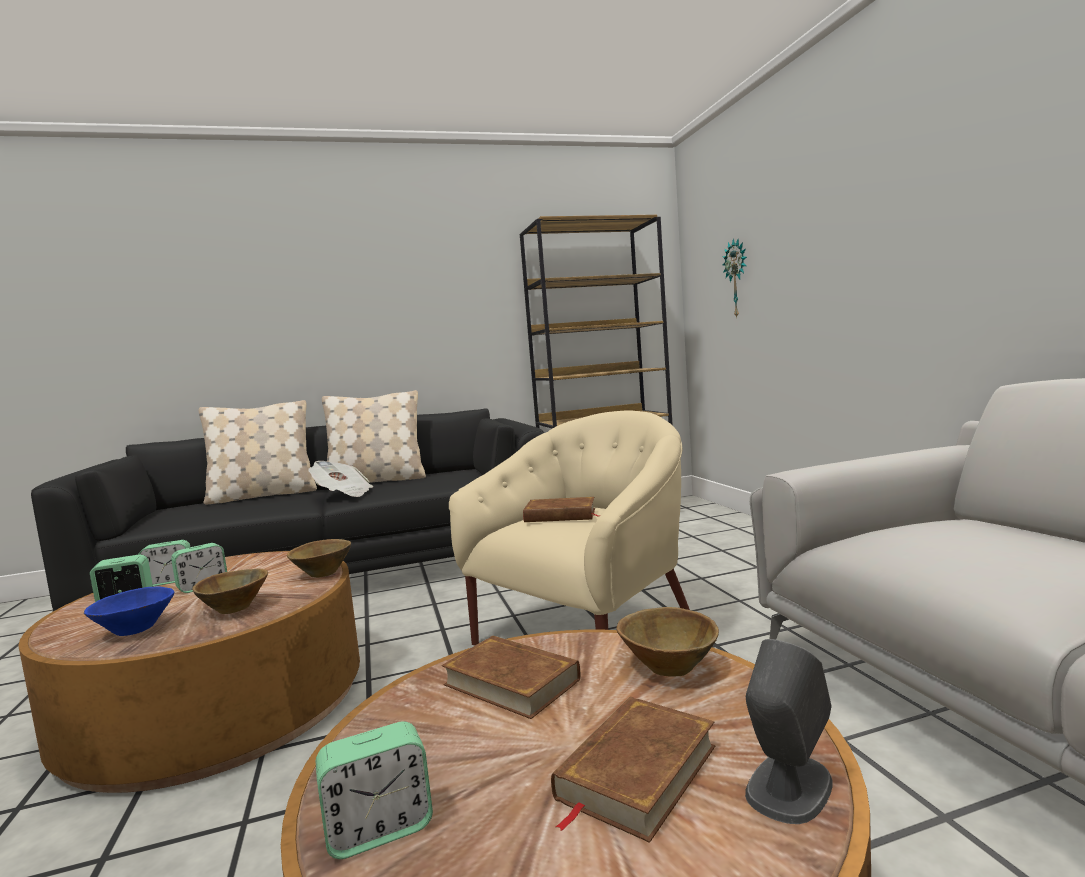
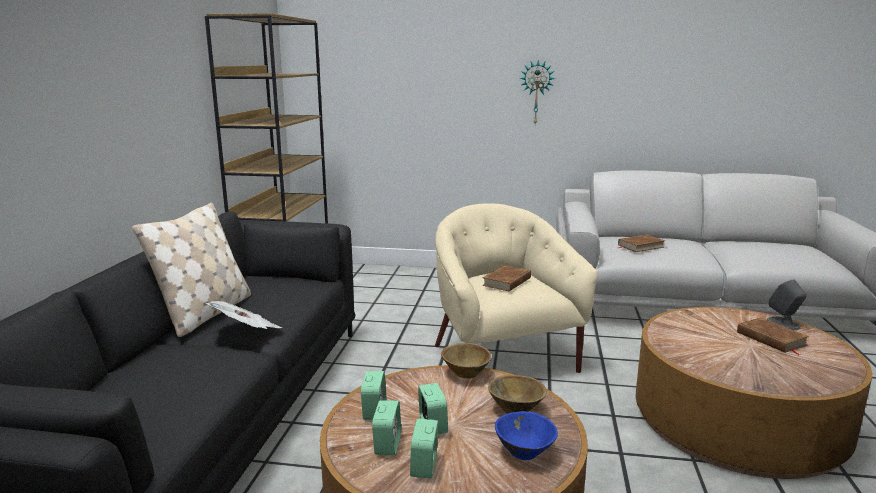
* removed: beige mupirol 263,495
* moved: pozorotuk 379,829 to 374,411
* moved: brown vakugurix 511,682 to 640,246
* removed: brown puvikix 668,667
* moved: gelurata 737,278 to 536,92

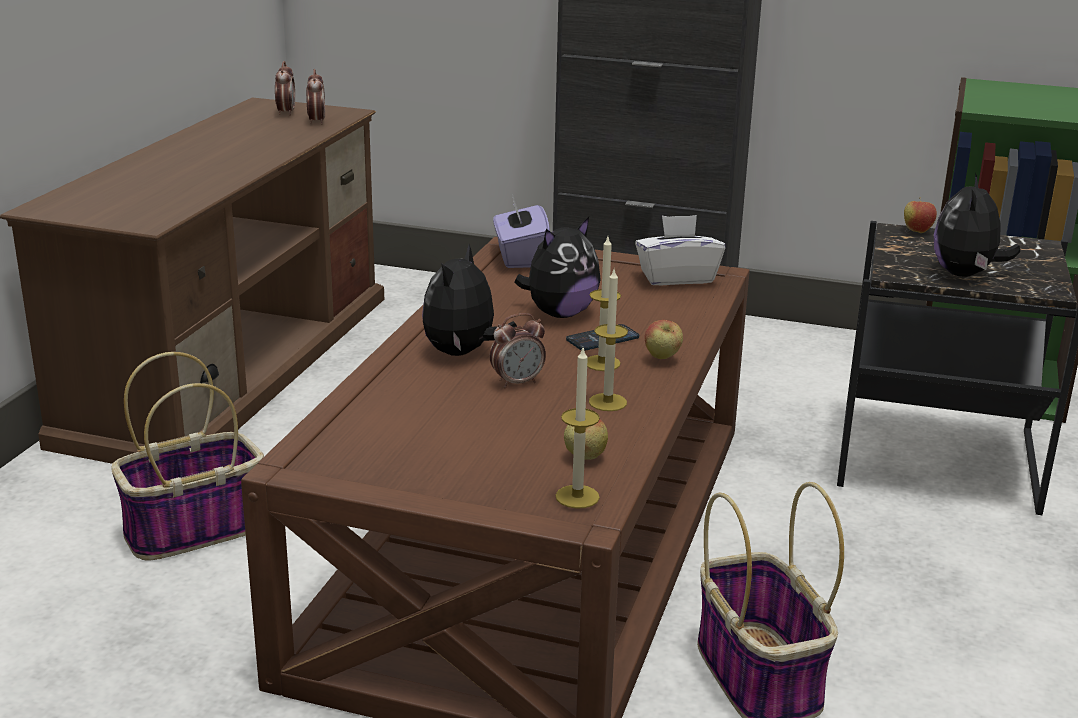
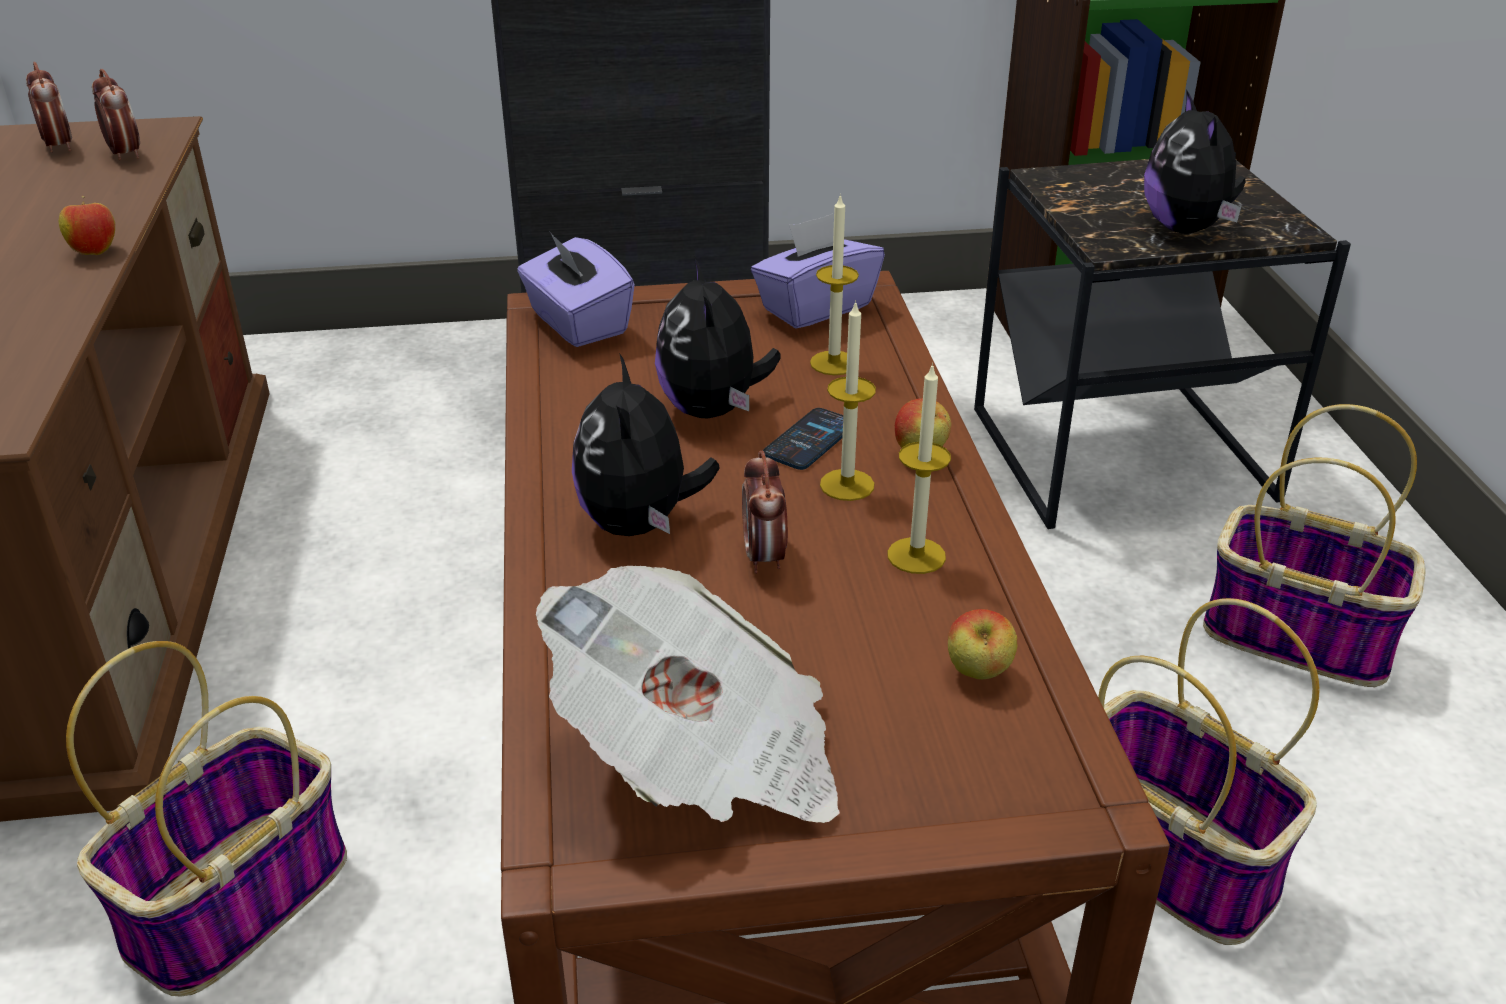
* turned: pozorotuk 517,382 = 764,557 135 degrees clockwise
* turned: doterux 560,313 = 713,410 150 degrees clockwise
* moved: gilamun 577,496 to 833,363
* recoloured: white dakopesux 677,277 to purple dakopesux 815,307
* moved: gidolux 917,231 to 95,252
* added: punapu 701,756
* added: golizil 1300,637

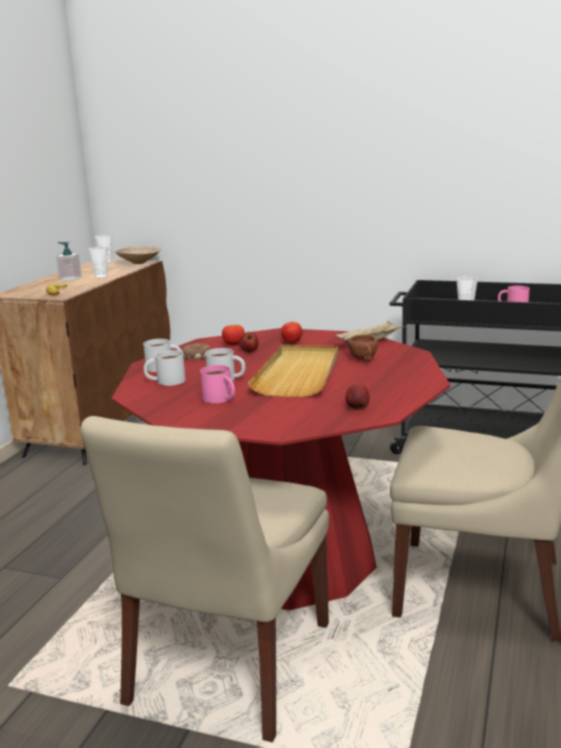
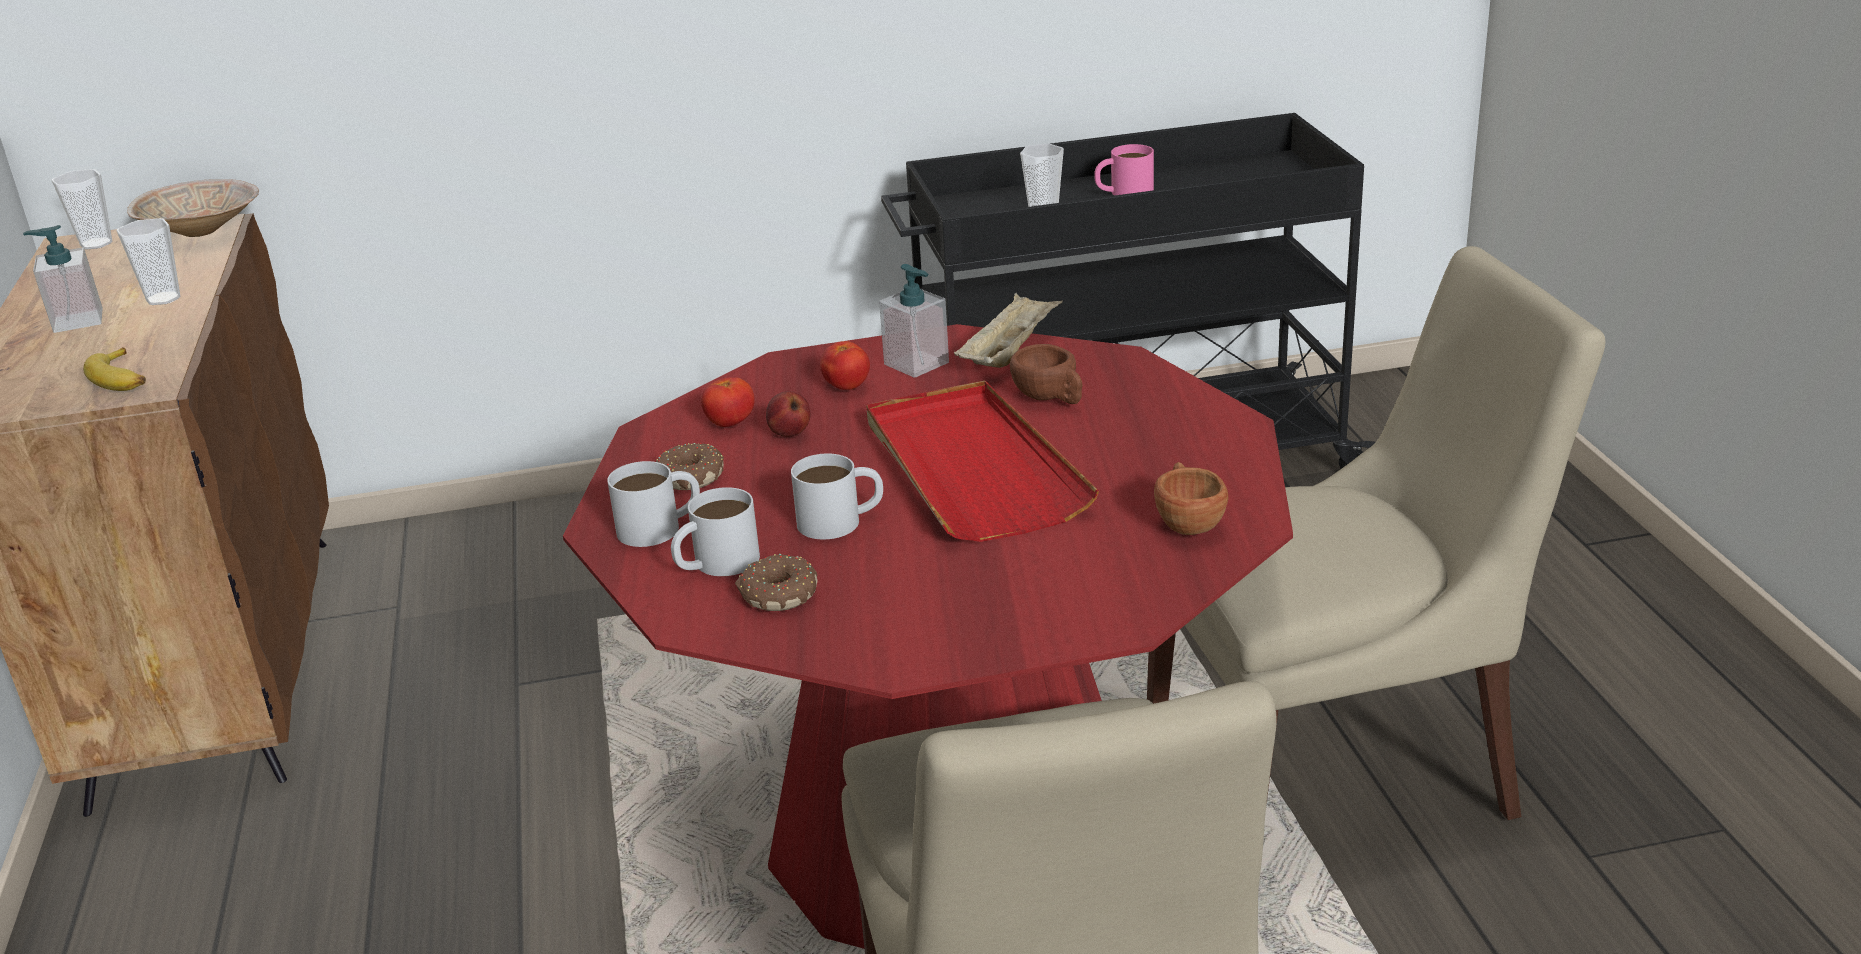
* removed: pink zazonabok 221,399
* recoloured: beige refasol 299,374 to red refasol 972,468
* replaced: gidolux 357,408 to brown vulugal 1187,522
* added: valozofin 777,594
* added: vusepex 916,364

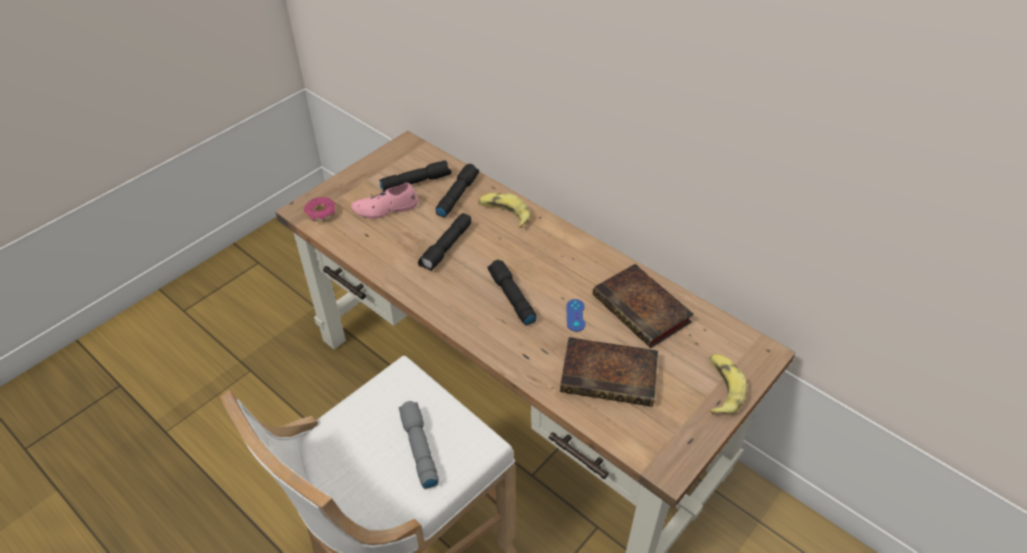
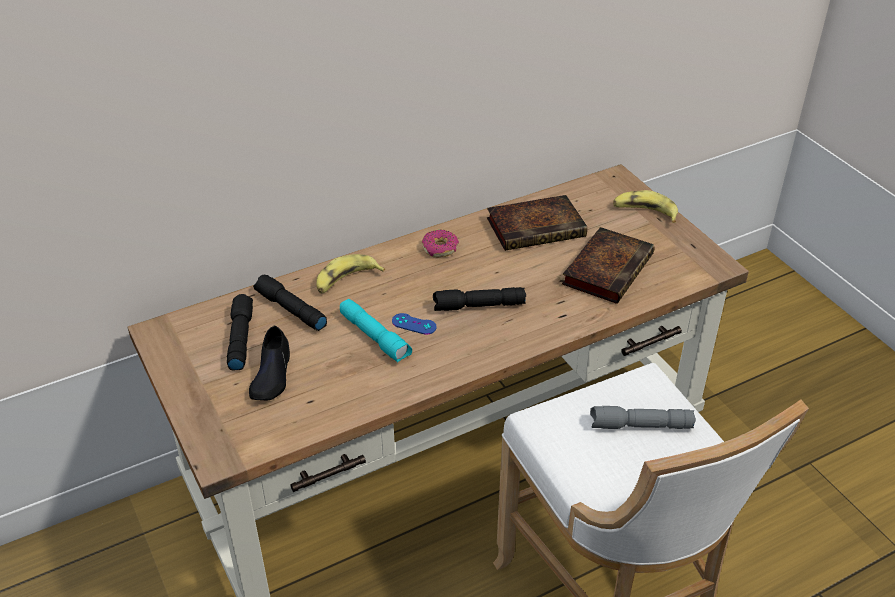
* moved: valozofin 321,214 to 440,248
* recoloured: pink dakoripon 385,208 to black dakoripon 272,375
* recoloured: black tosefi 447,248 to turquoise tosefi 375,337
* moved: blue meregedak 575,315 to 414,324

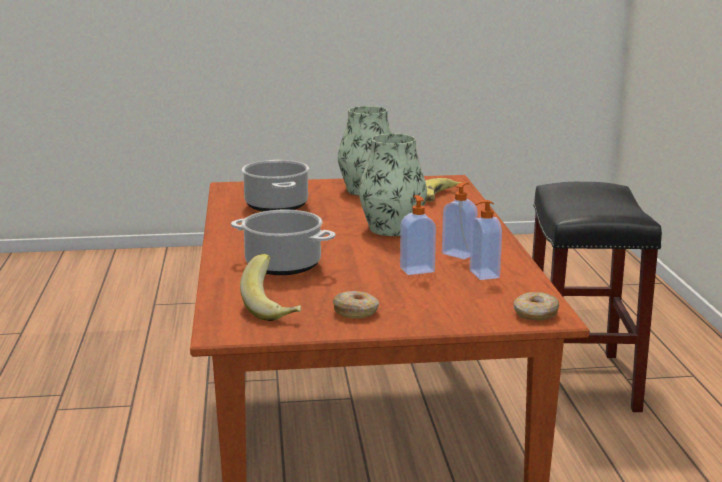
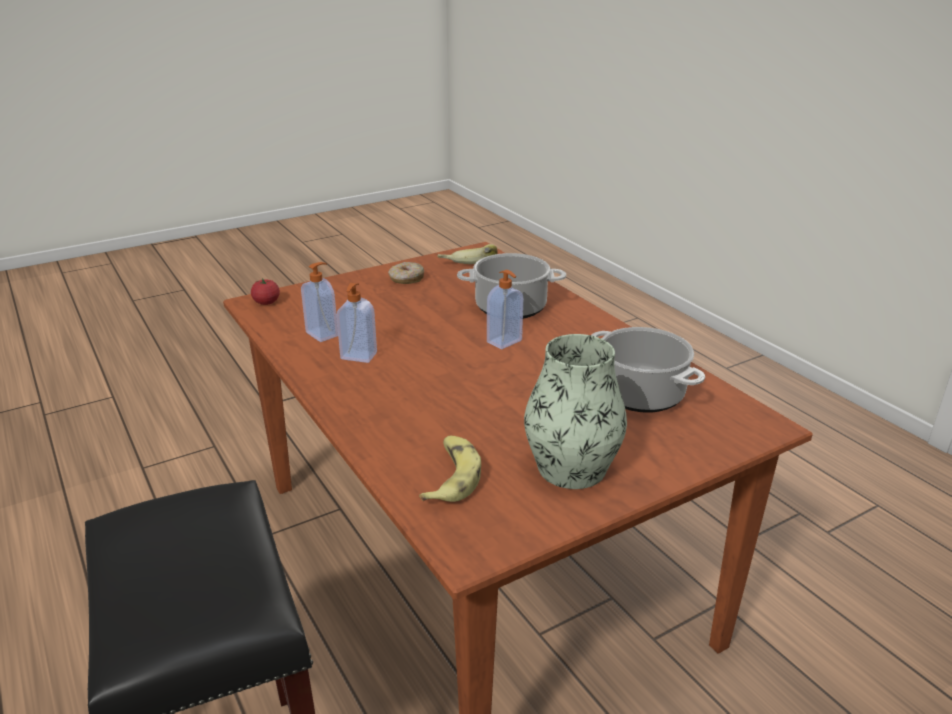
* removed: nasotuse 392,228
* moved: vusepex 416,269 to 505,342
* replaced: valozofin 535,314 to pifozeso 266,302

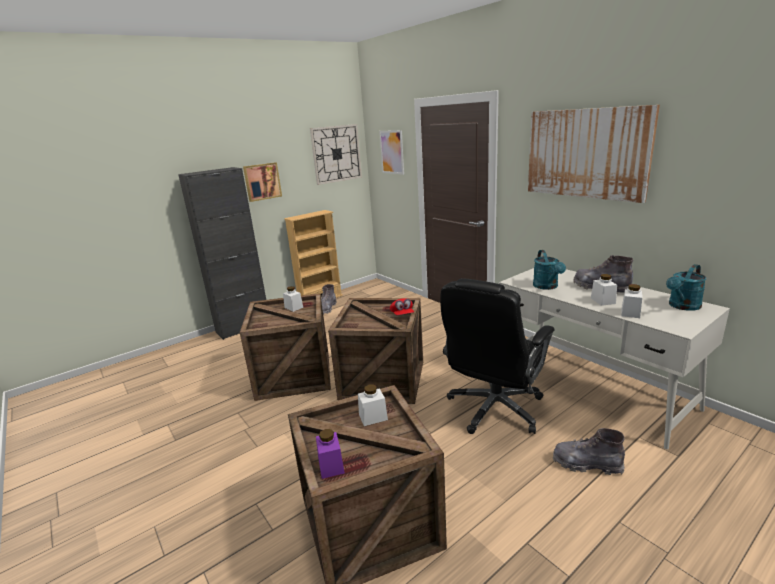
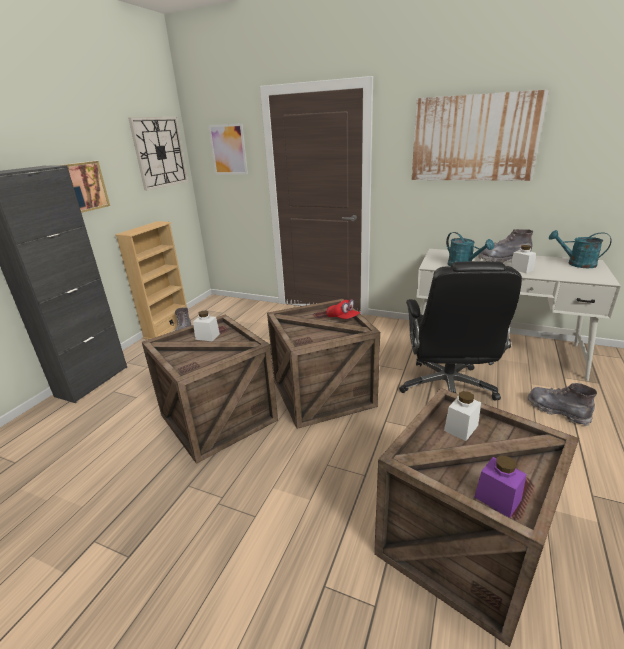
* turned: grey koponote 586,464 = 557,411 60 degrees clockwise
* removed: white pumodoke 630,313
* turned: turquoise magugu 682,306 = 576,264 90 degrees clockwise

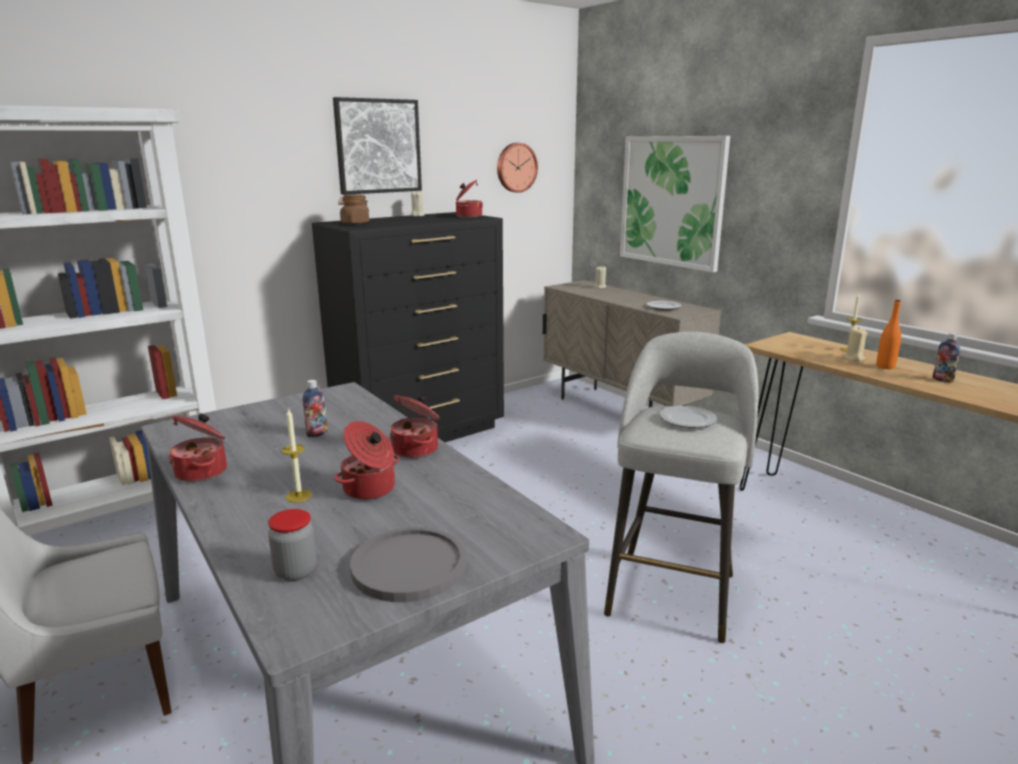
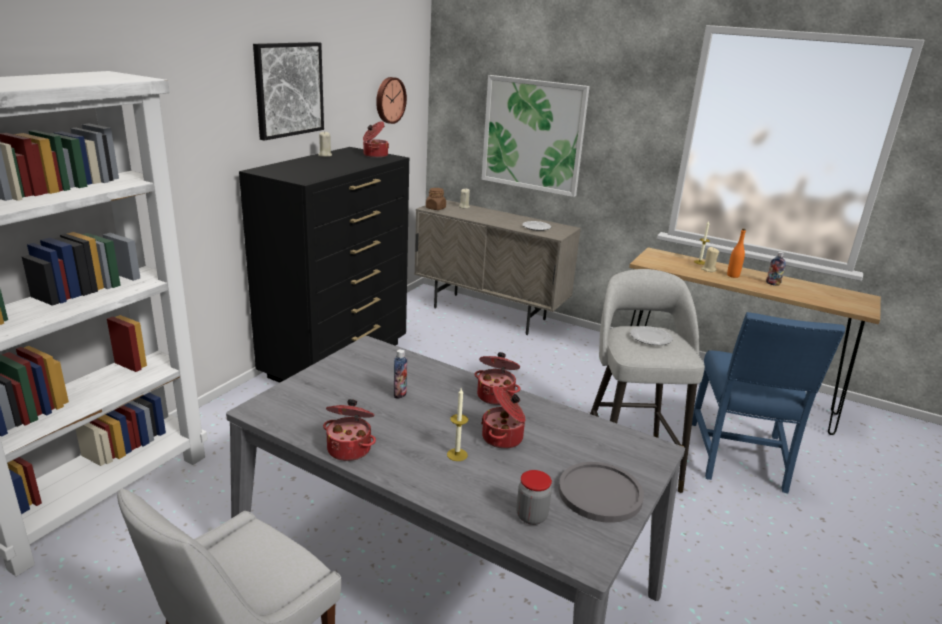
* moved: brown pumodoke 355,223 to 435,208
* added: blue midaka 740,458

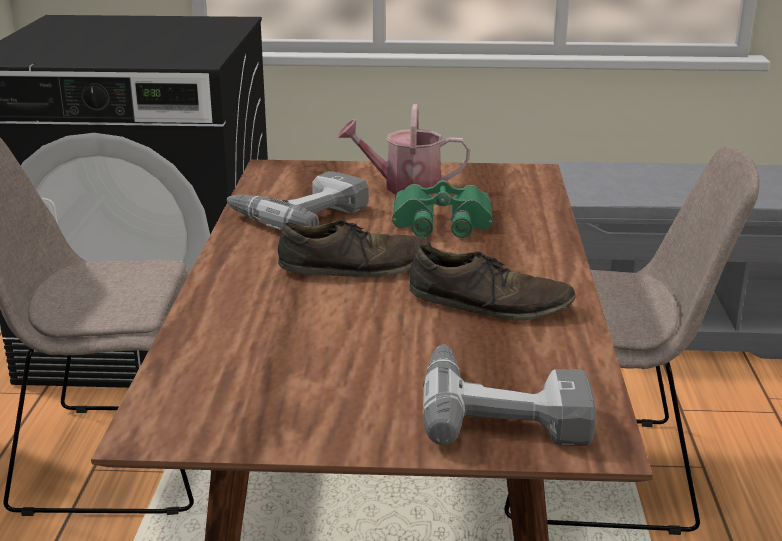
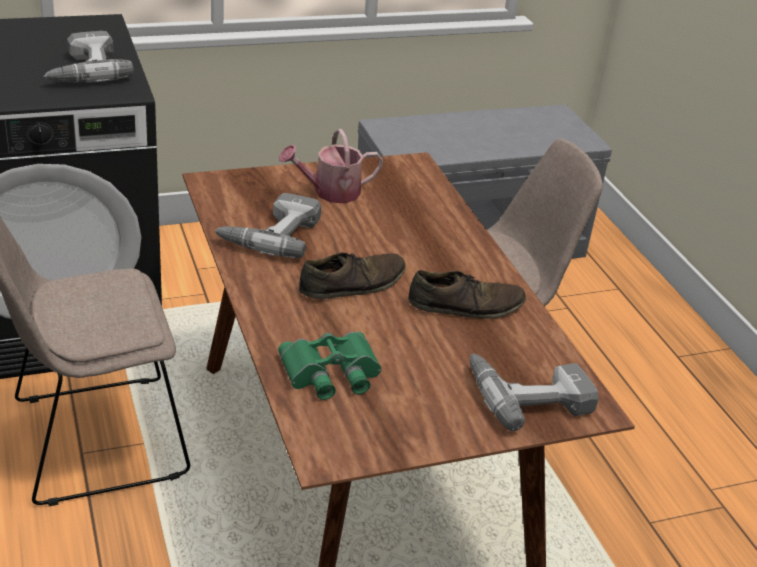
* moved: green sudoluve 441,222 to 331,373
* added: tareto 83,70

